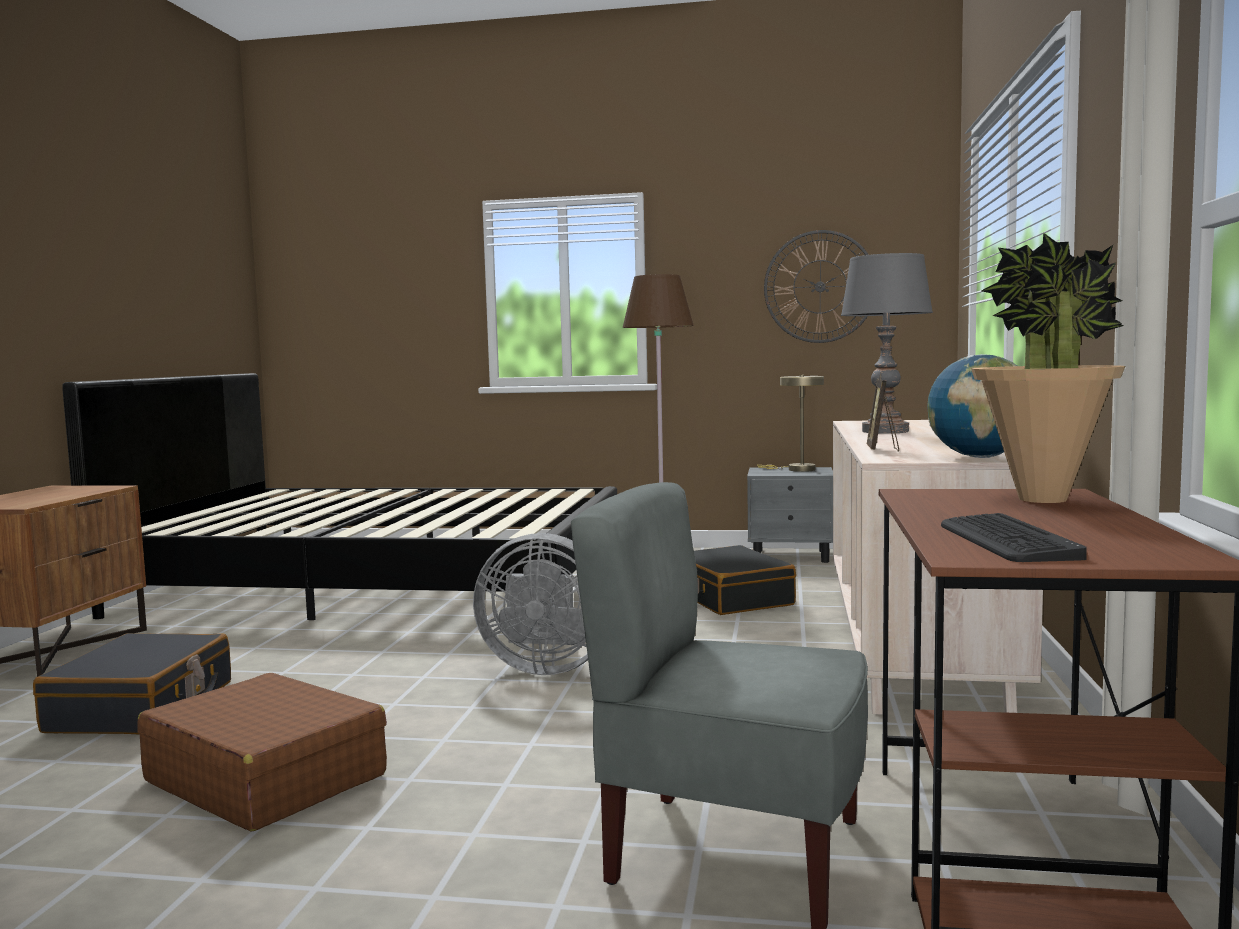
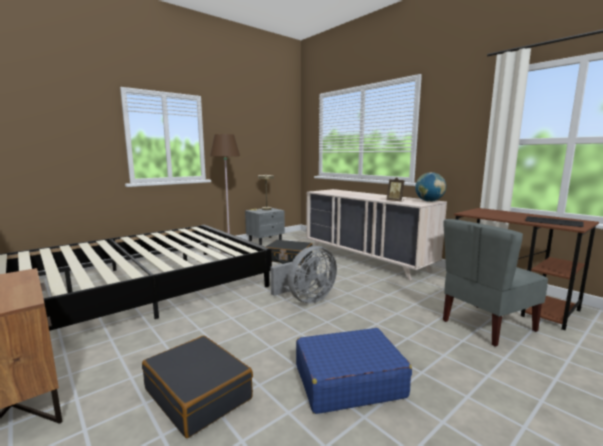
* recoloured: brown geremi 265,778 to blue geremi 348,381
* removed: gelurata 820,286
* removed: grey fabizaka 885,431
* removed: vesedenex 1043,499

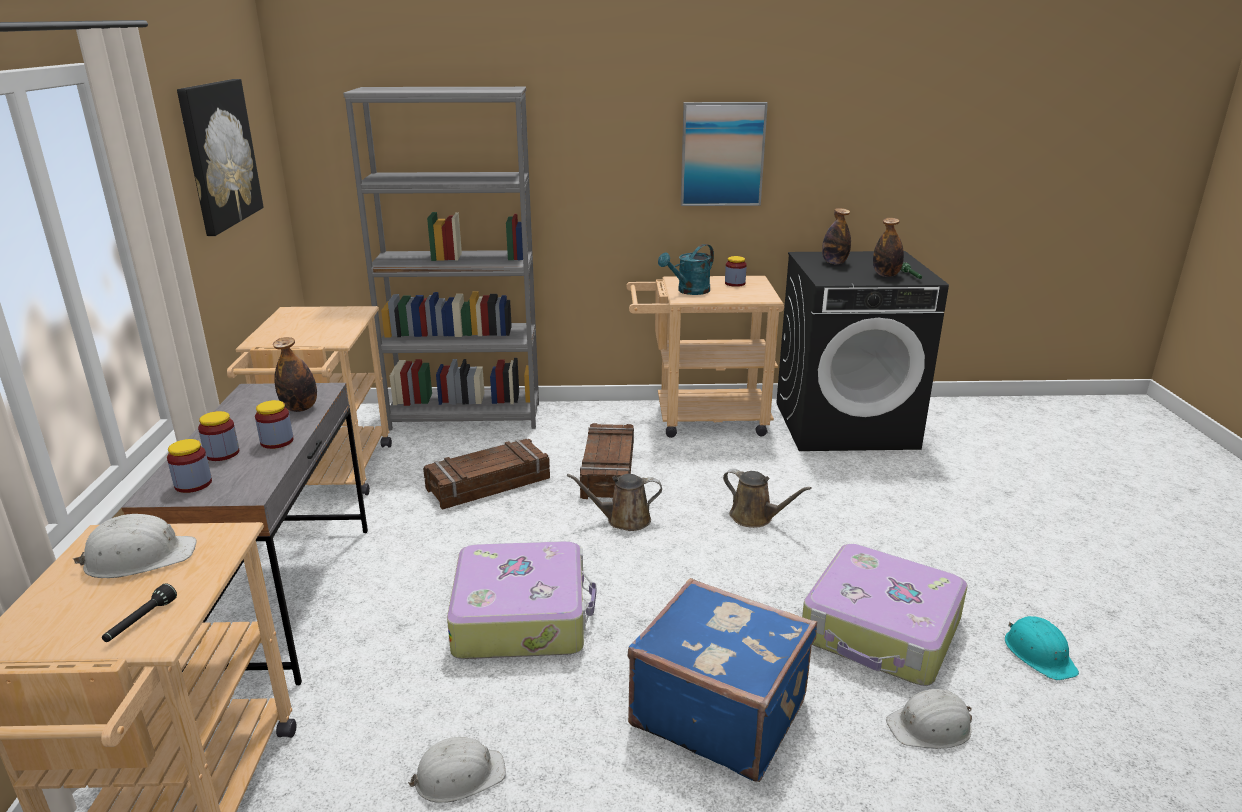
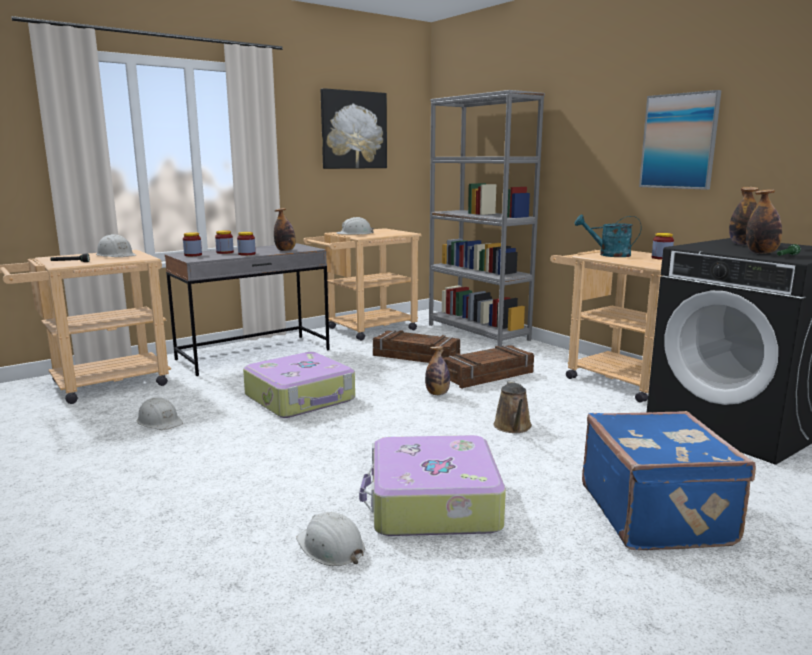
* replaced: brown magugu 624,520 to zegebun 437,394
* moved: blue geremi 719,711 to 657,514
* removed: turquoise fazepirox 1039,654
* added: white fazepirox 355,233

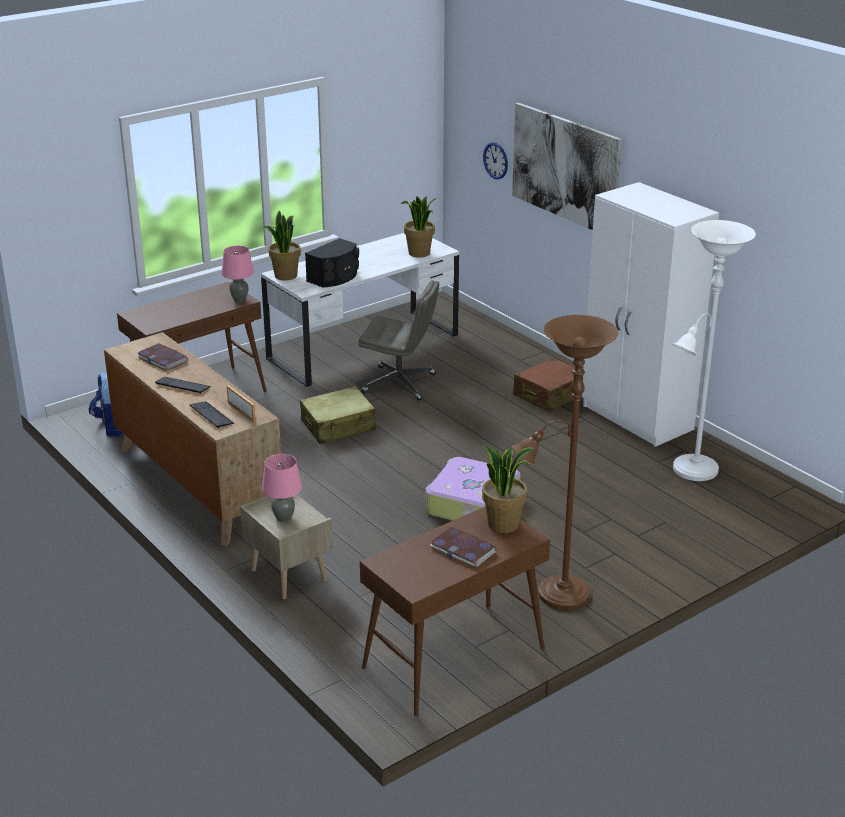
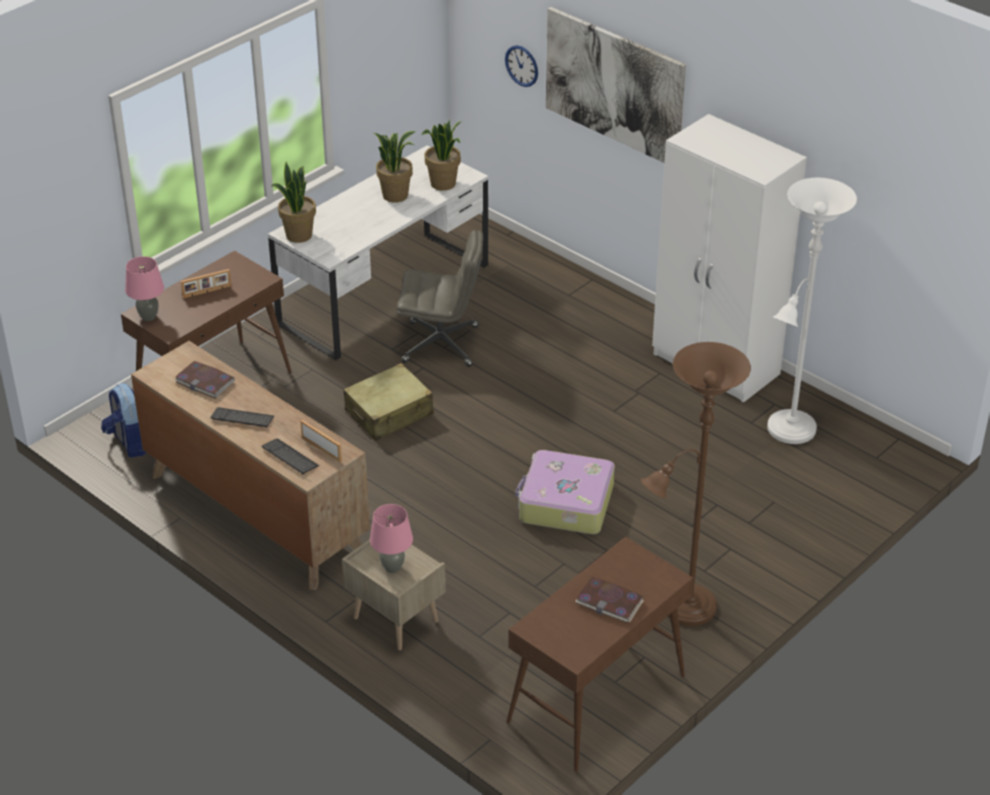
* moved: pink fabizaka 239,299 to 148,316
* removed: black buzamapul 335,277
* moved: vesedenex 503,524 to 395,195
* removed: brown geremi 550,395
* added: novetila 207,292

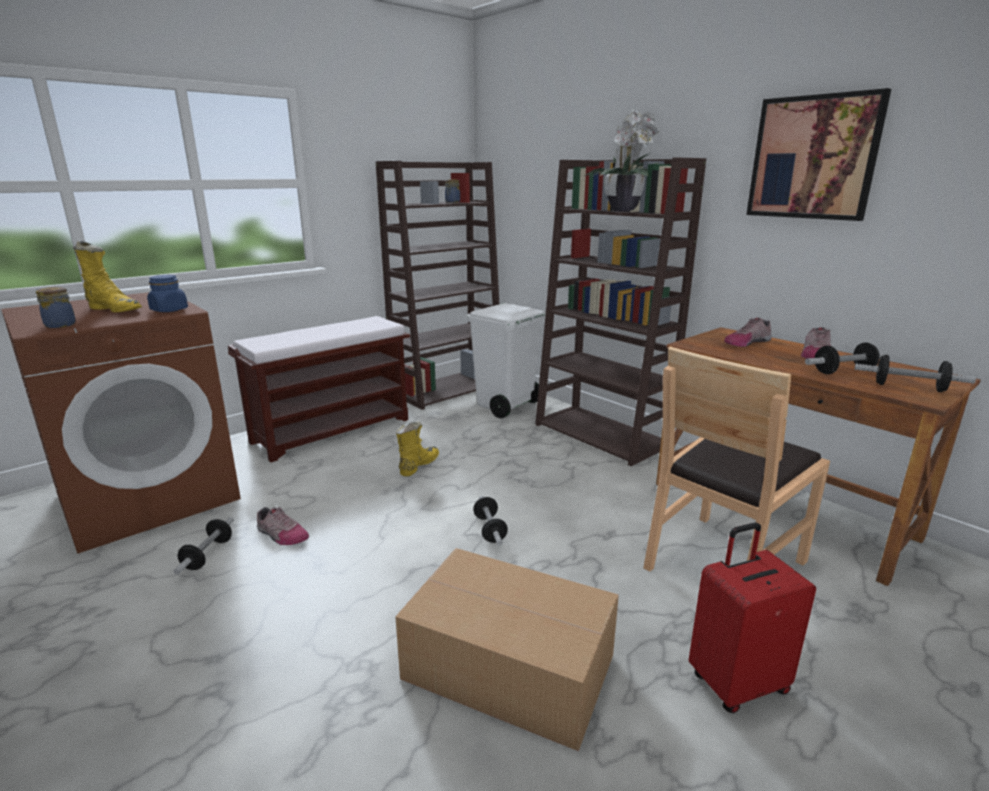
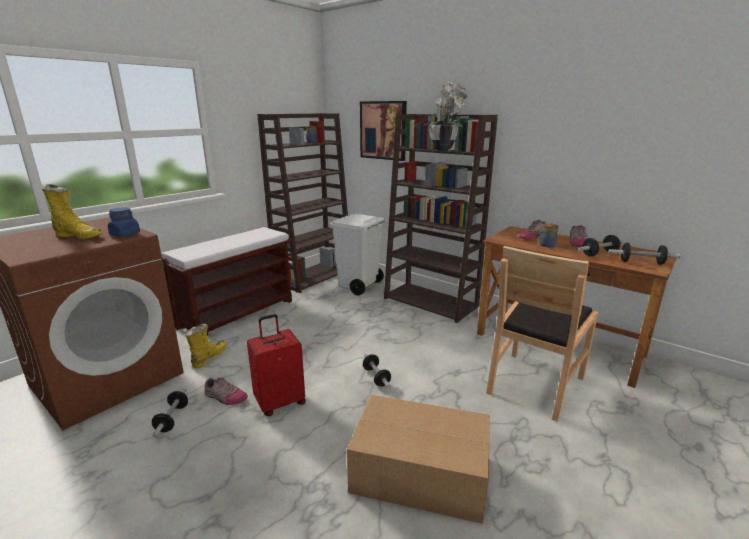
* moved: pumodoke 59,325 to 546,245
* moved: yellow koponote 418,465 to 208,357
* moved: red geremi 736,682 to 280,402
* moved: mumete 813,158 to 383,130

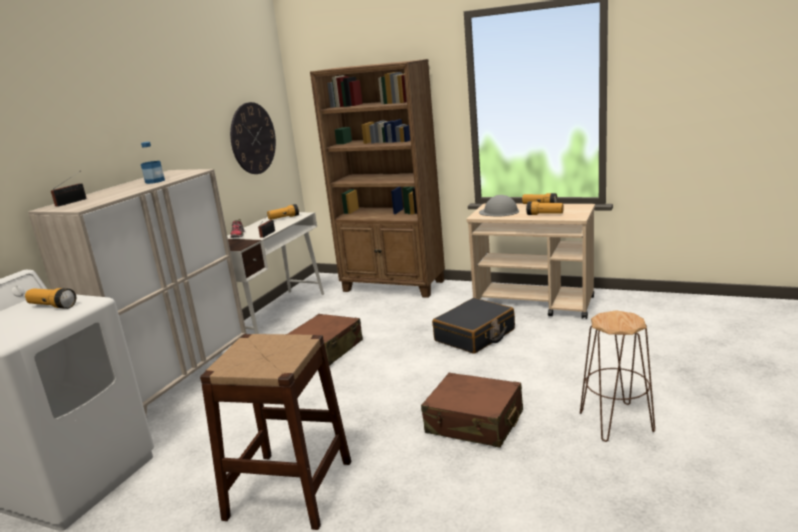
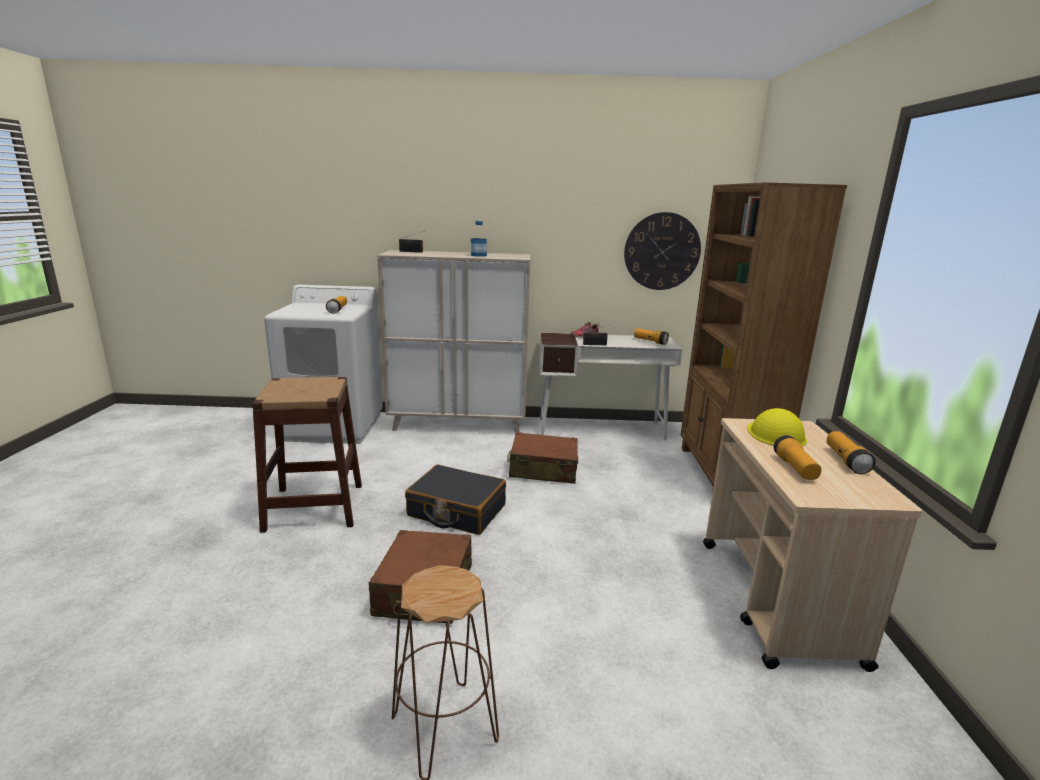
* moved: black geremi 475,335 to 456,511
* recoloured: grey fazepirox 499,212 to yellow fazepirox 775,434

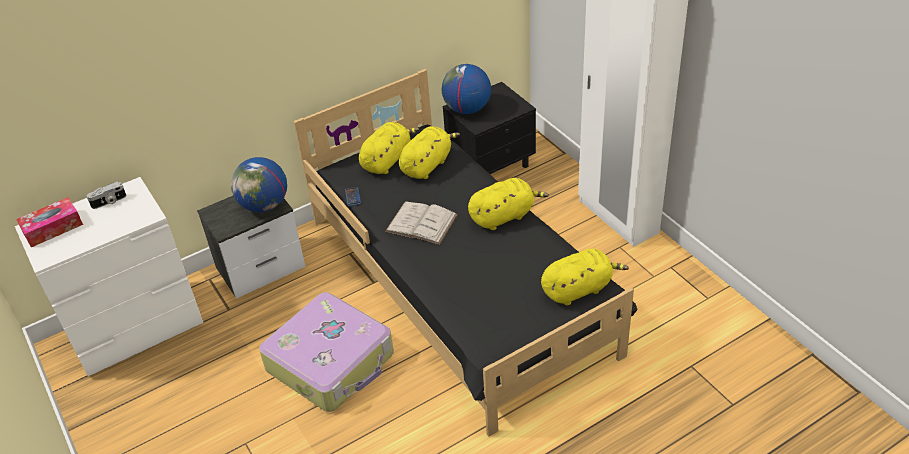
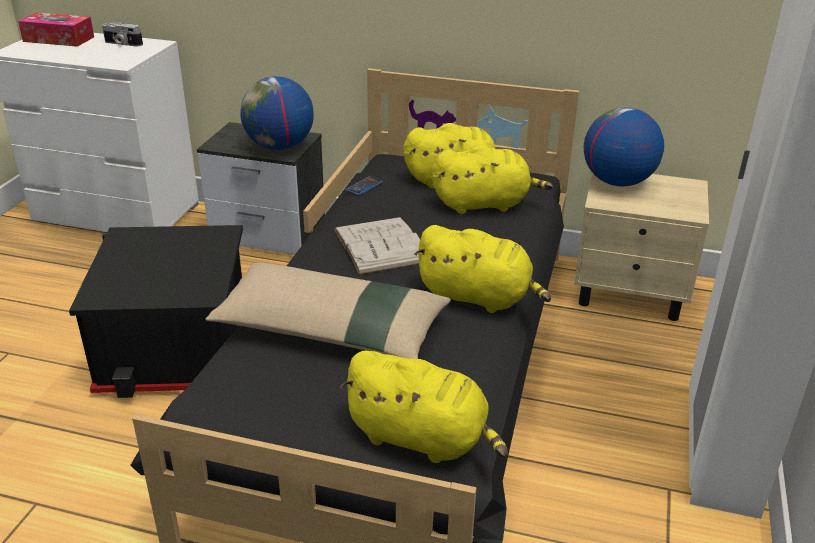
* replaced: geremi 332,362 to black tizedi 179,347
* recoloured: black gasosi 492,165 to beige gasosi 631,293
* added: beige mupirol 331,329

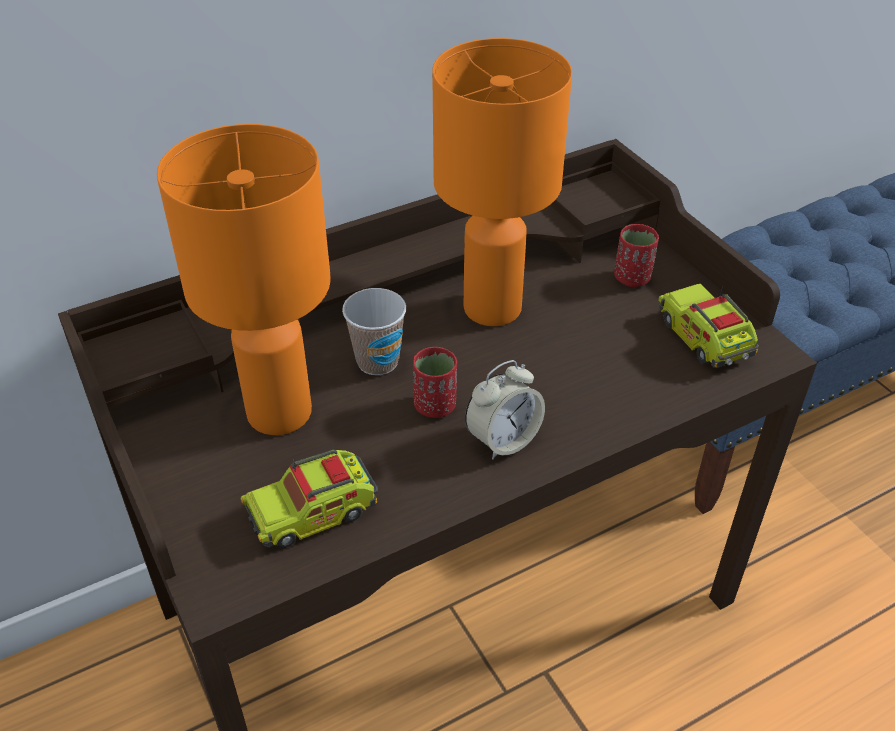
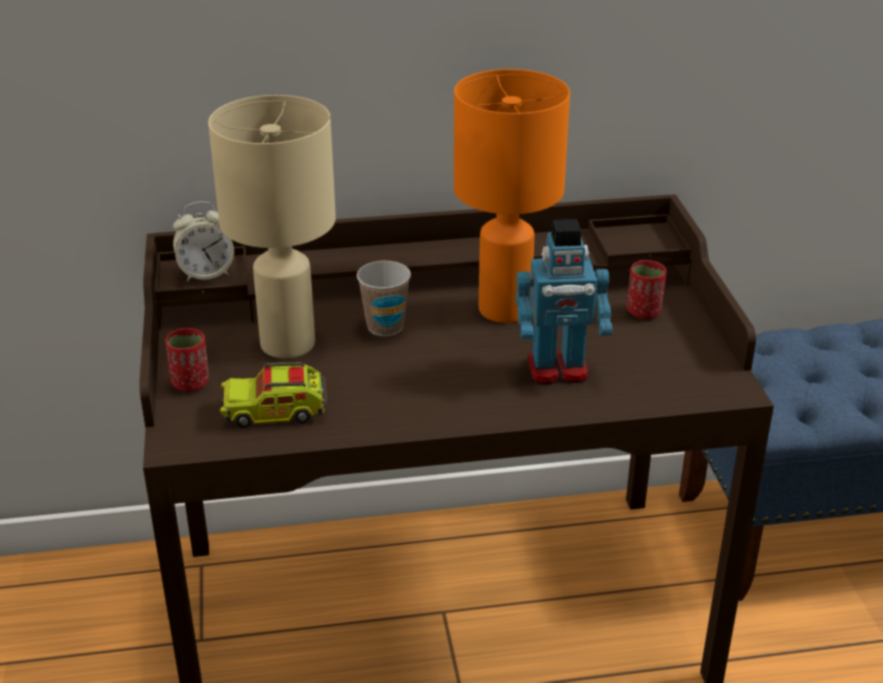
* recoloured: orange fabizaka 277,411 to beige fabizaka 287,343
* moved: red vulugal 435,406 to 190,383
* moved: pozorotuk 503,440 to 206,273
* removed: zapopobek 704,338
* added: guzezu 558,370

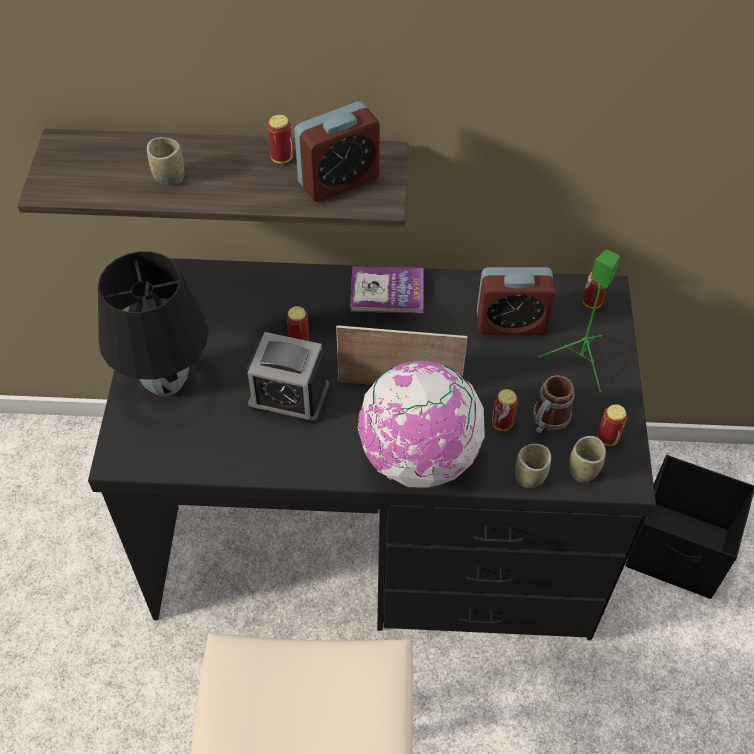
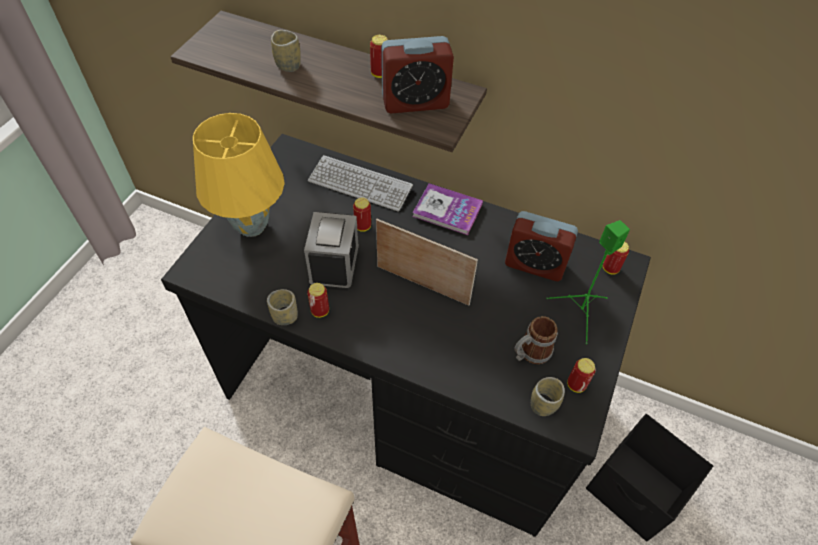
* recoloured: black fabizaka 166,381 to yellow fabizaka 252,226
* turned: pozorotuk 288,396 = 334,265 120 degrees counterclockwise
* removed: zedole 418,458
* moved: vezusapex 502,423 to 320,311
* moved: vulugal 529,477 to 285,316
* added: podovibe 360,184

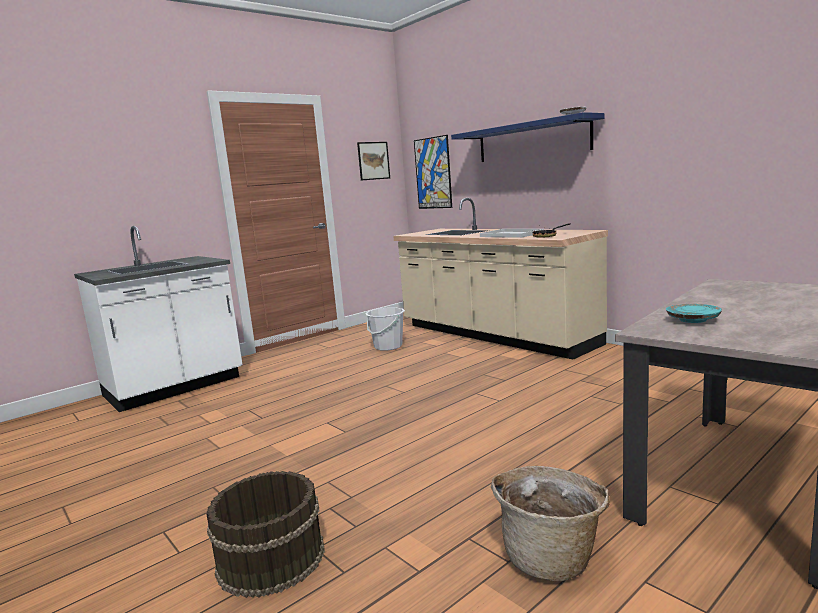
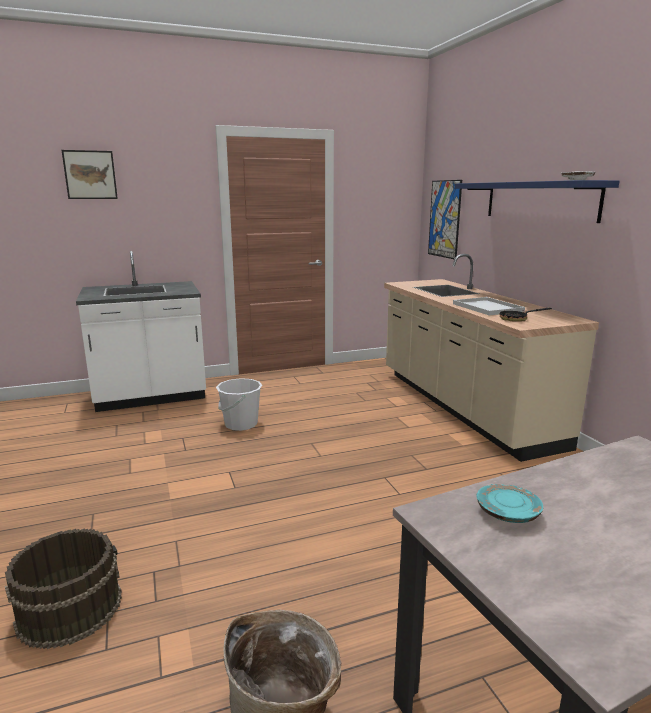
* moved: mumete 373,160 to 90,175
* moved: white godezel 388,346 to 241,424

